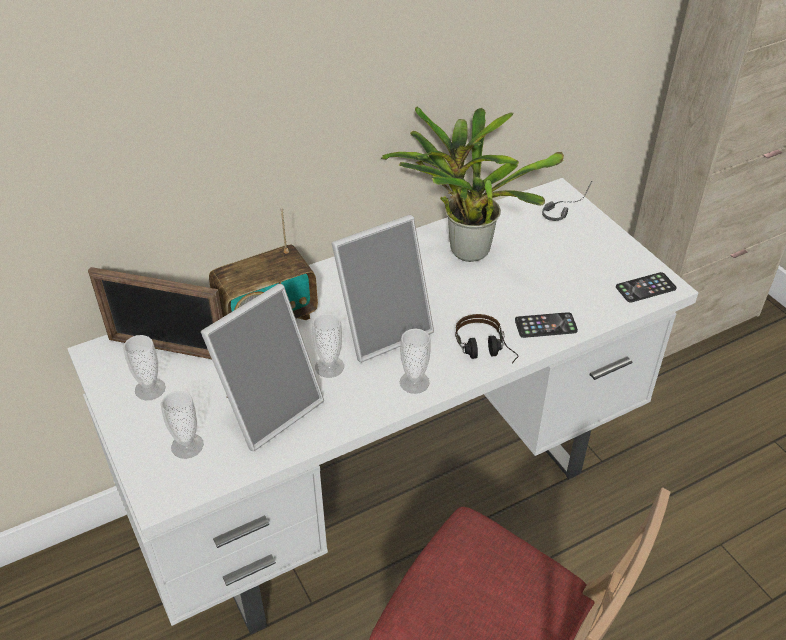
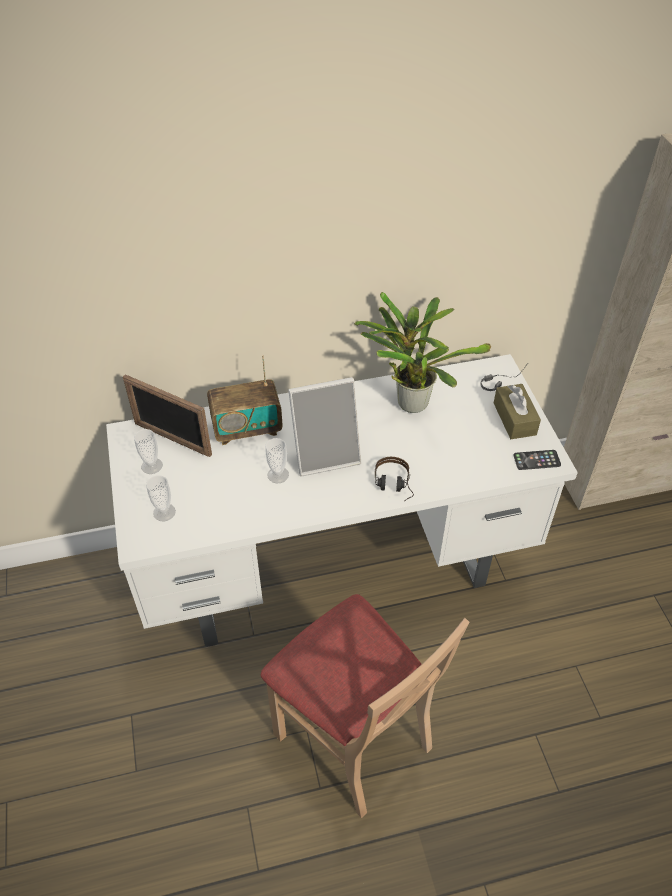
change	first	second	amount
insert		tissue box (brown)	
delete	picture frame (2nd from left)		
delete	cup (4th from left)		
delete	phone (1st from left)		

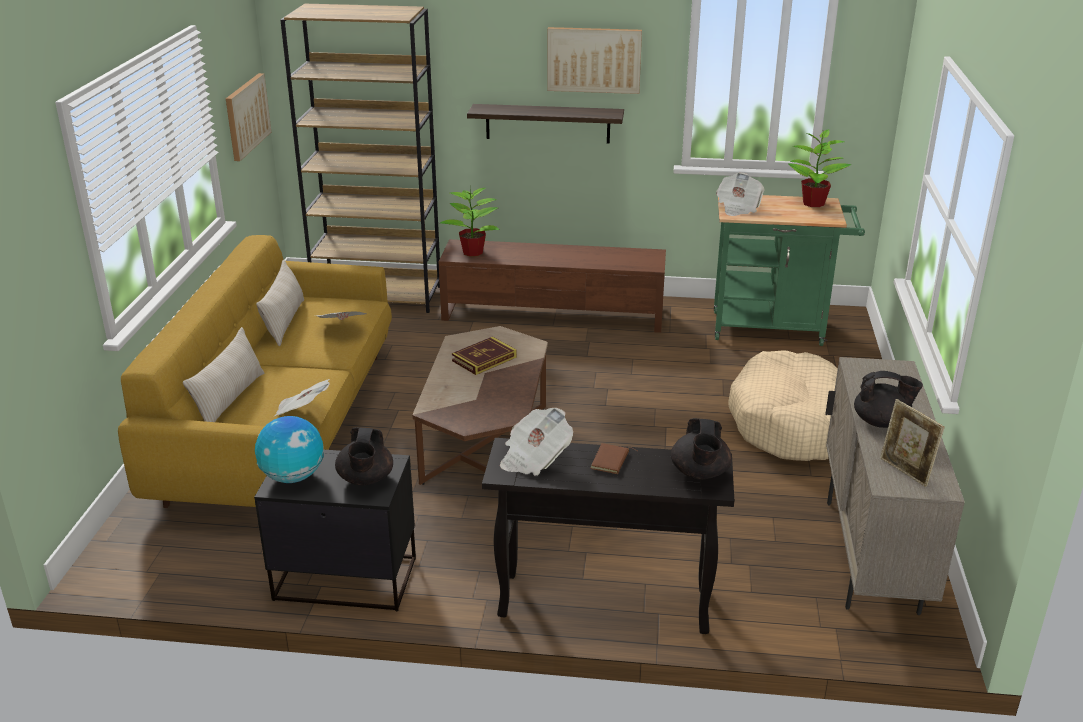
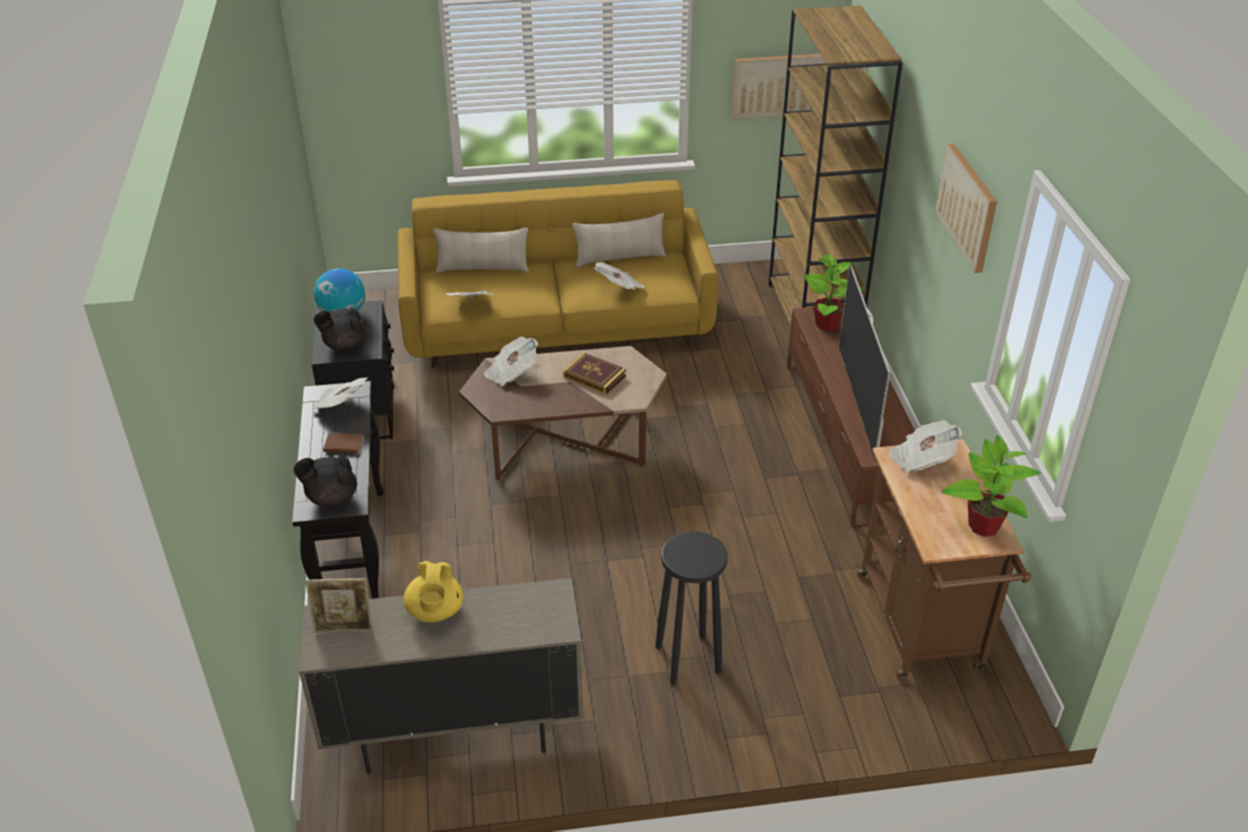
change	first	second	amount
rotate	picture frame		135 degrees counterclockwise
recolor	teapot (black) (3rd from left)	teapot (yellow)	
insert		newspaper (3rd from left)	
replace	dog bed (beige)	stool (black)	
insert		television	
recolor	cart (green)	cart (brown)	
delete	shelf		

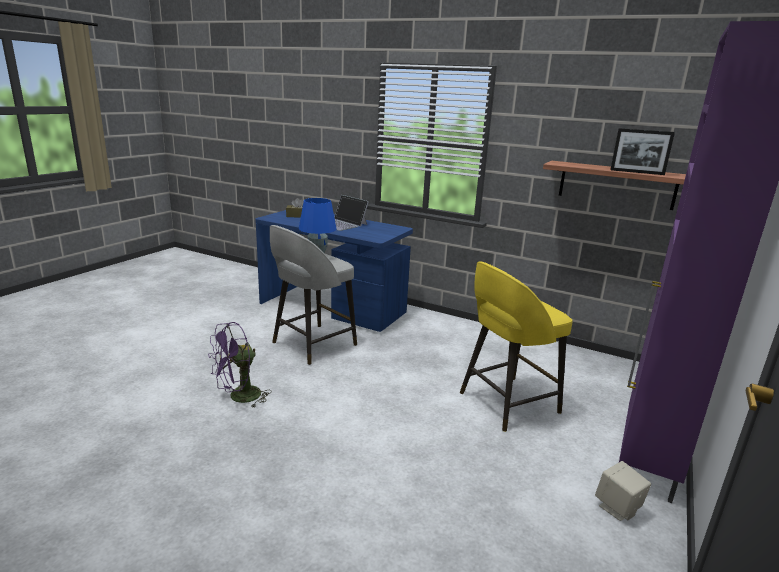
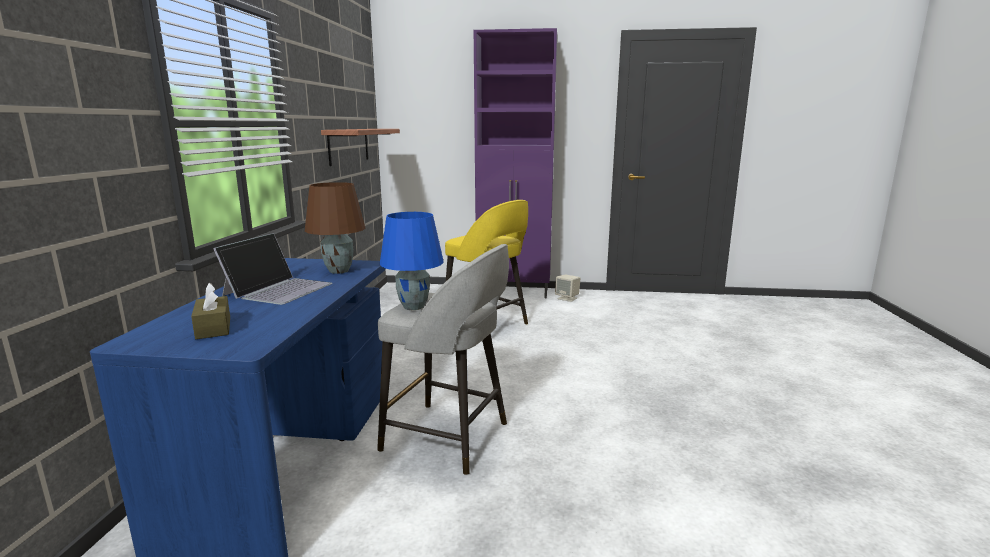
change	first	second	amount
insert		table lamp (brown)	
delete	fan (purple)		
delete	picture frame		

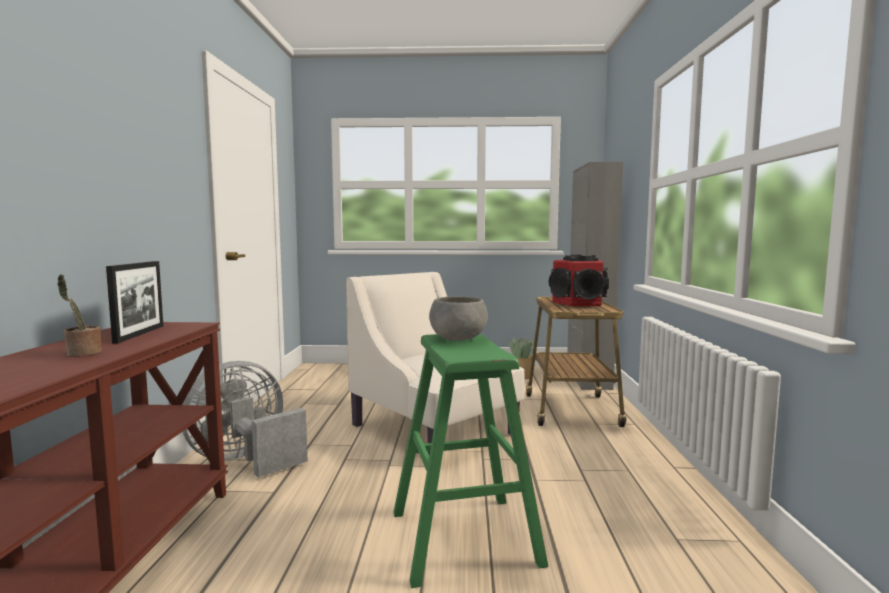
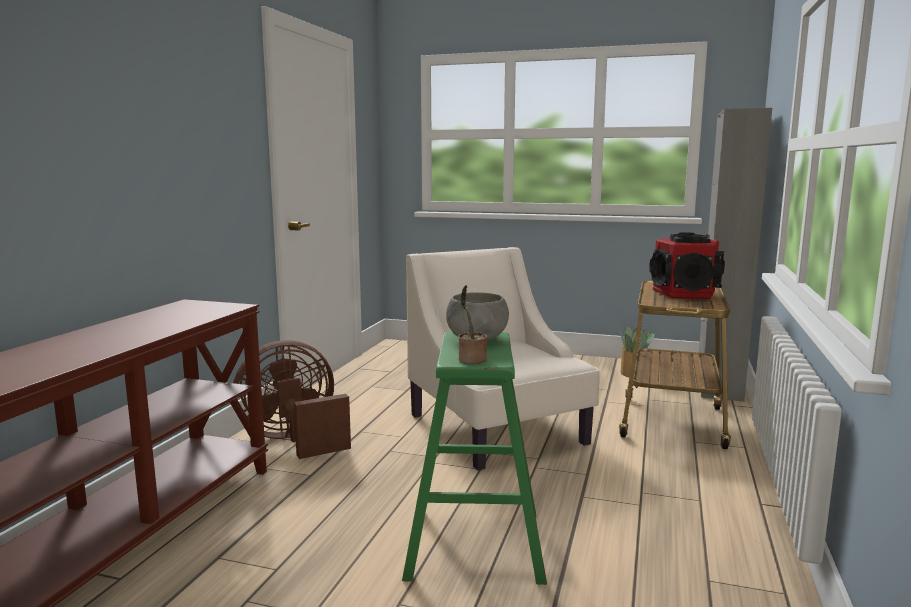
change	first	second	amount
recolor	fan (grey)	fan (brown)	
move	potted plant (1st from left)		
delete	picture frame		

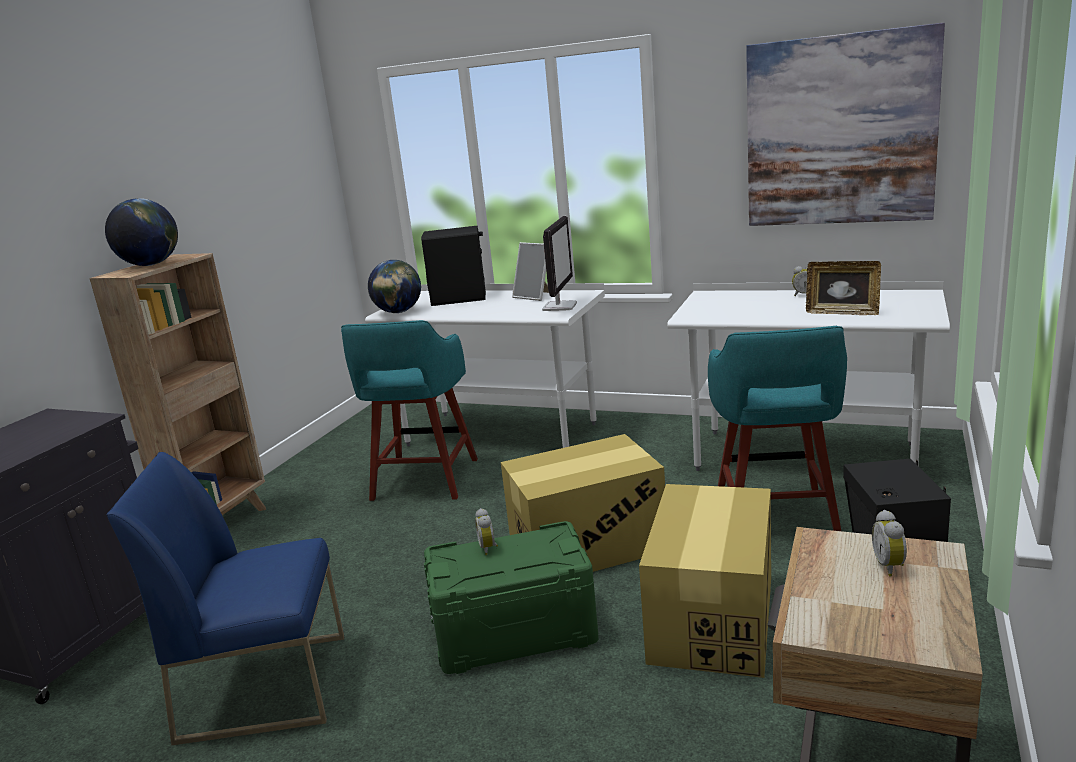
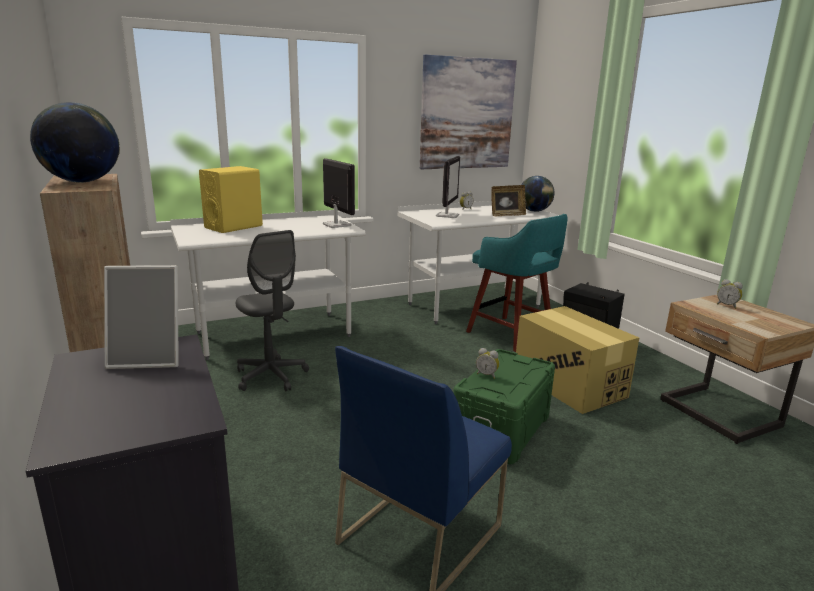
change	first	second	amount
move	picture frame (1st from left)		
recolor	speaker (black) (1st from left)	speaker (yellow)	
replace	stool (turquoise) (1st from left)	office chair (grey)	
insert		monitor (2nd from left)	
move	globe (2nd from left)		
delete	cardboard box (1st from left)		

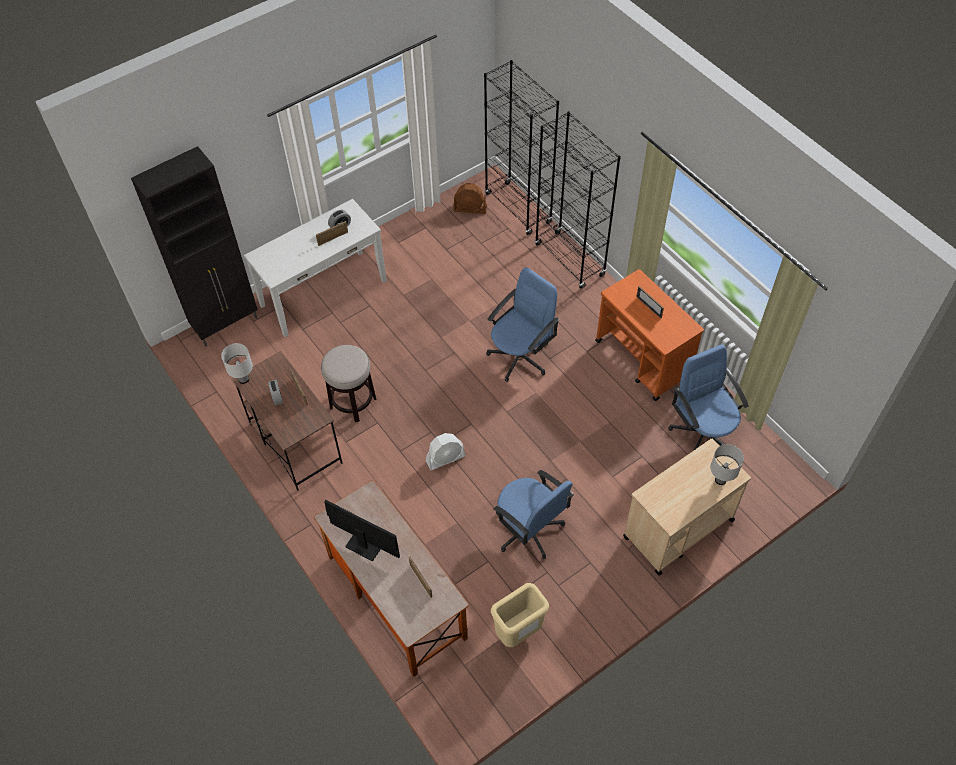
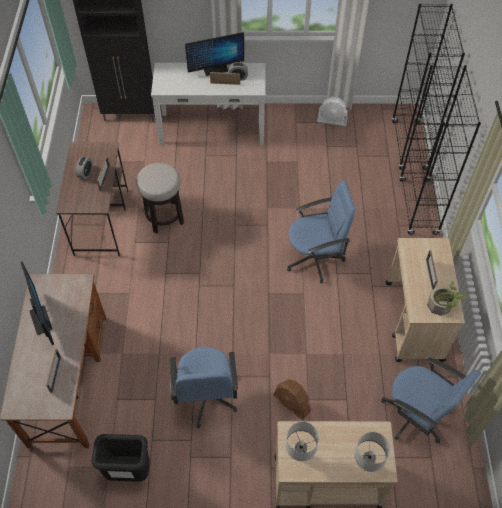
change	first	second	amount
recolor	trash can (beige)	trash can (black)	
insert		monitor (2nd from left)	
move	fan (brown)		
move	table lamp (white) (1st from left)		
move	fan (white)		
rotate	office chair (blue) (3rd from left)		120 degrees clockwise
recolor	cart (orange)	cart (beige) (2nd from left)	
insert		potted plant	

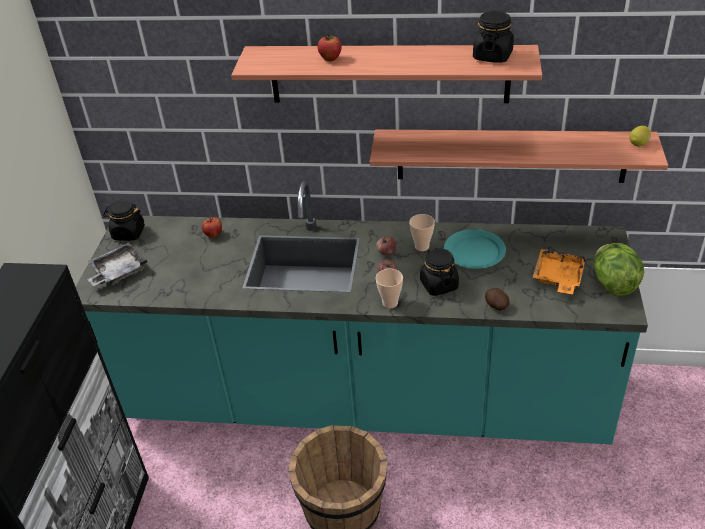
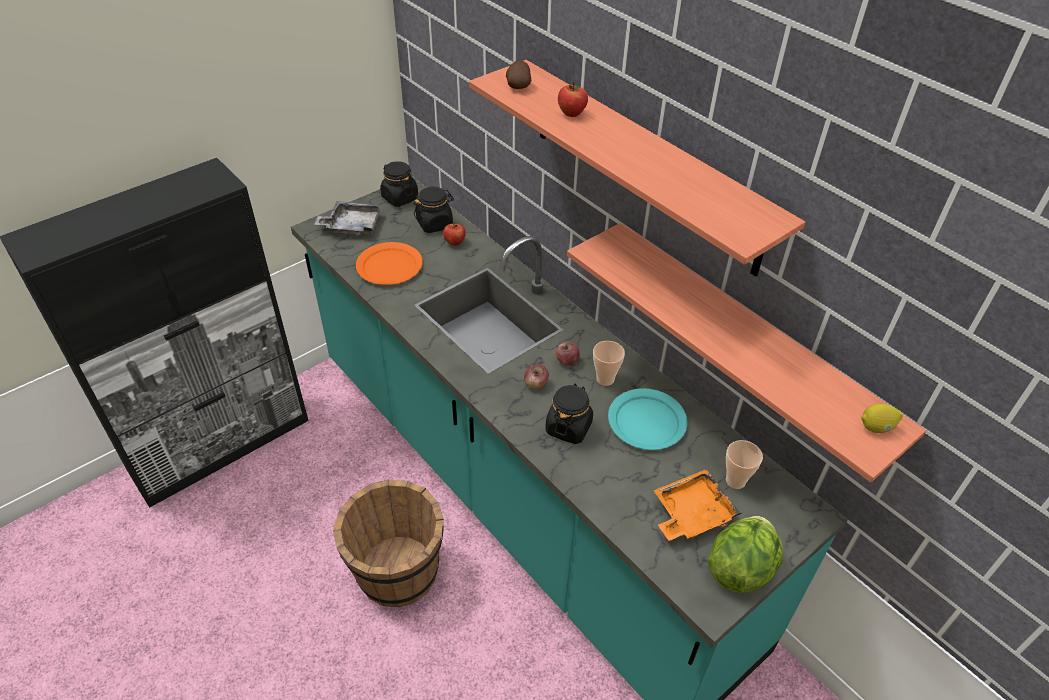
change	first	second	amount
insert		plate (orange)	
move	jar (black) (3rd from left in the first image)	jar (black) (2nd from left)	
move	potato		
move	cup (1st from left in the first image)	cup (2nd from left)	

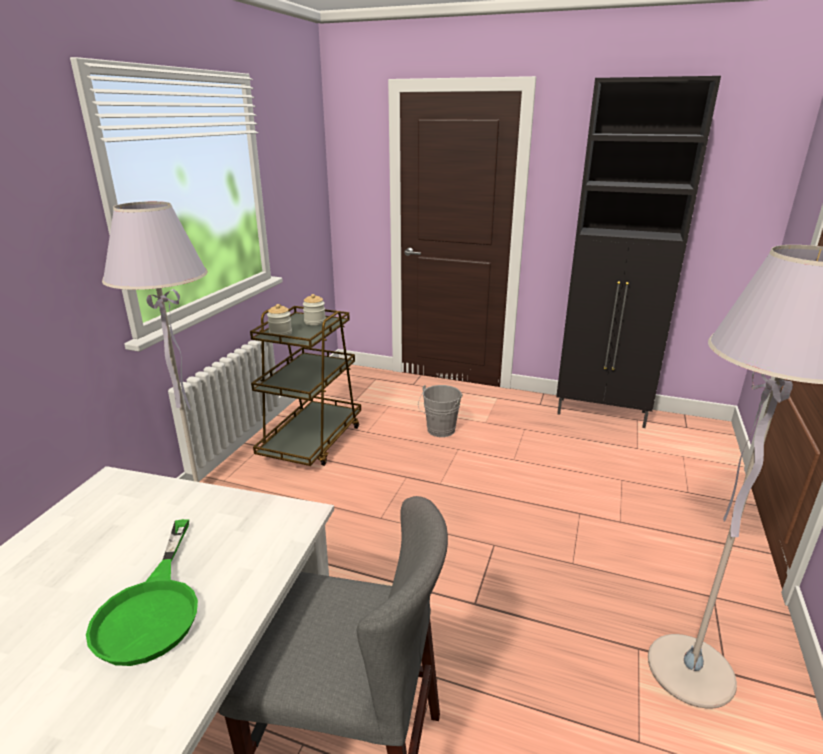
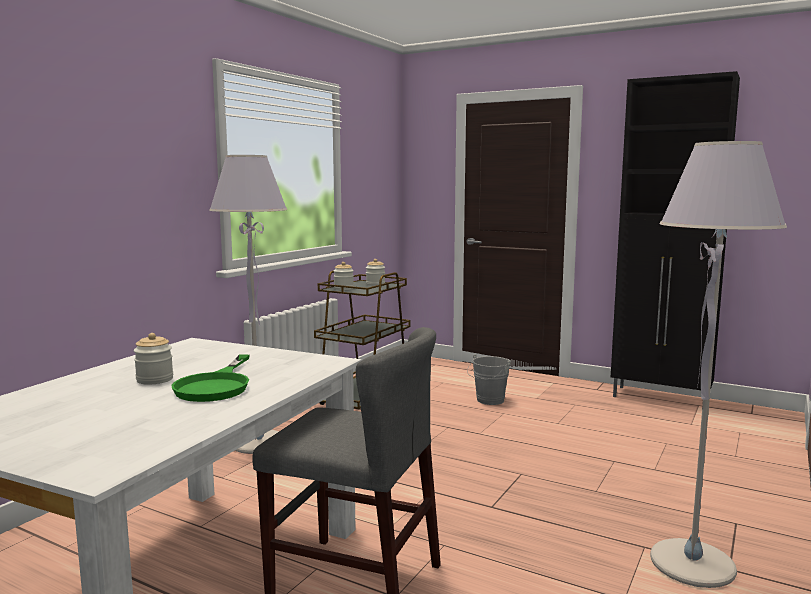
change	first	second	amount
insert		jar (1st from left)	

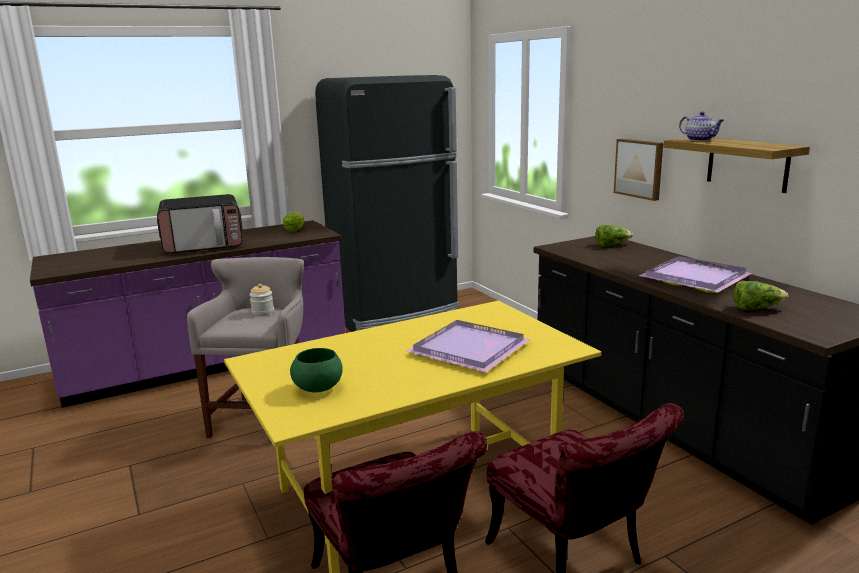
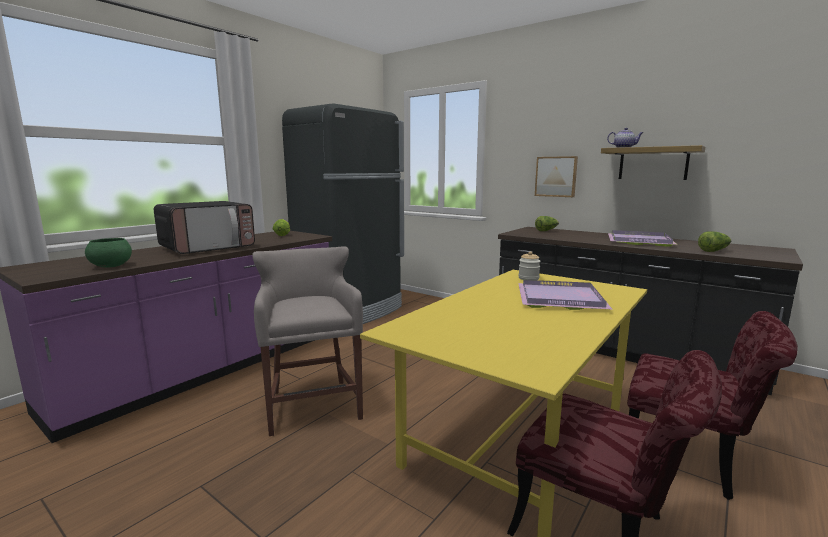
change	first	second	amount
move	bowl (green)		
move	jar		

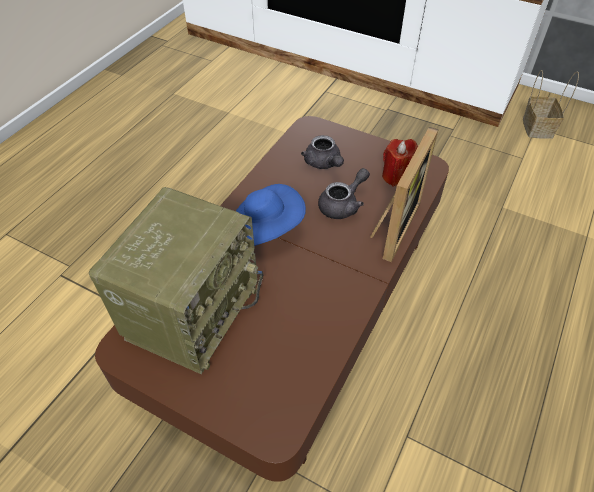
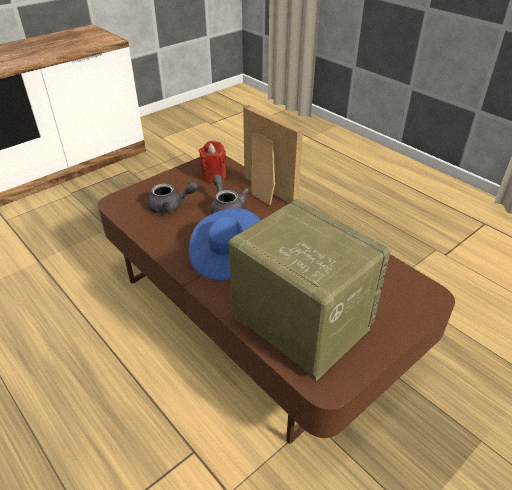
change	first	second	amount
delete	basket		

